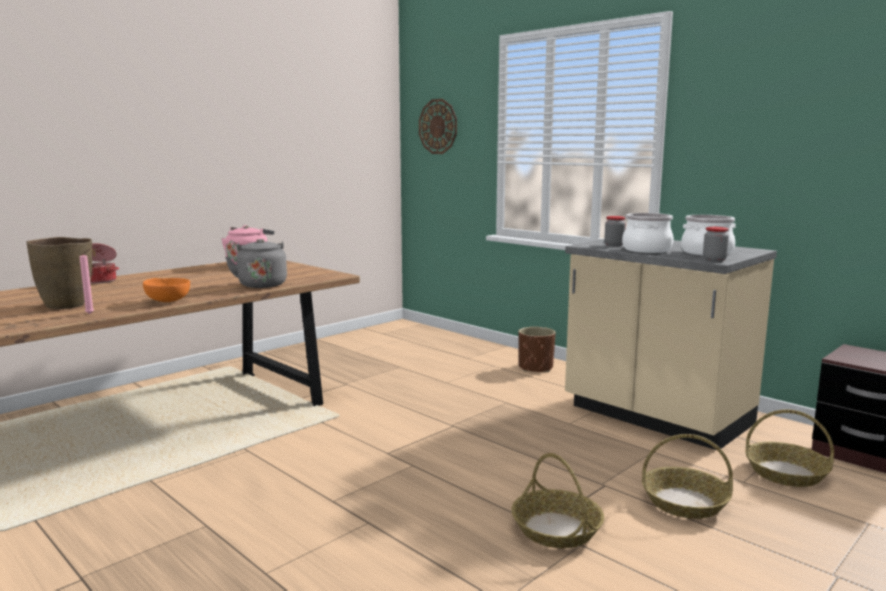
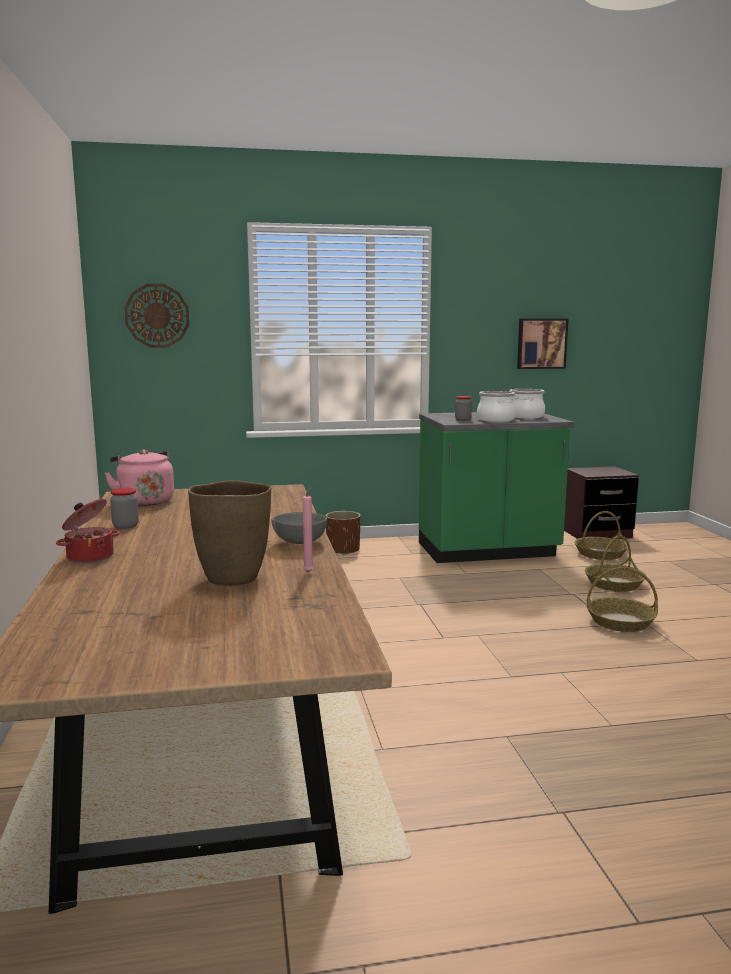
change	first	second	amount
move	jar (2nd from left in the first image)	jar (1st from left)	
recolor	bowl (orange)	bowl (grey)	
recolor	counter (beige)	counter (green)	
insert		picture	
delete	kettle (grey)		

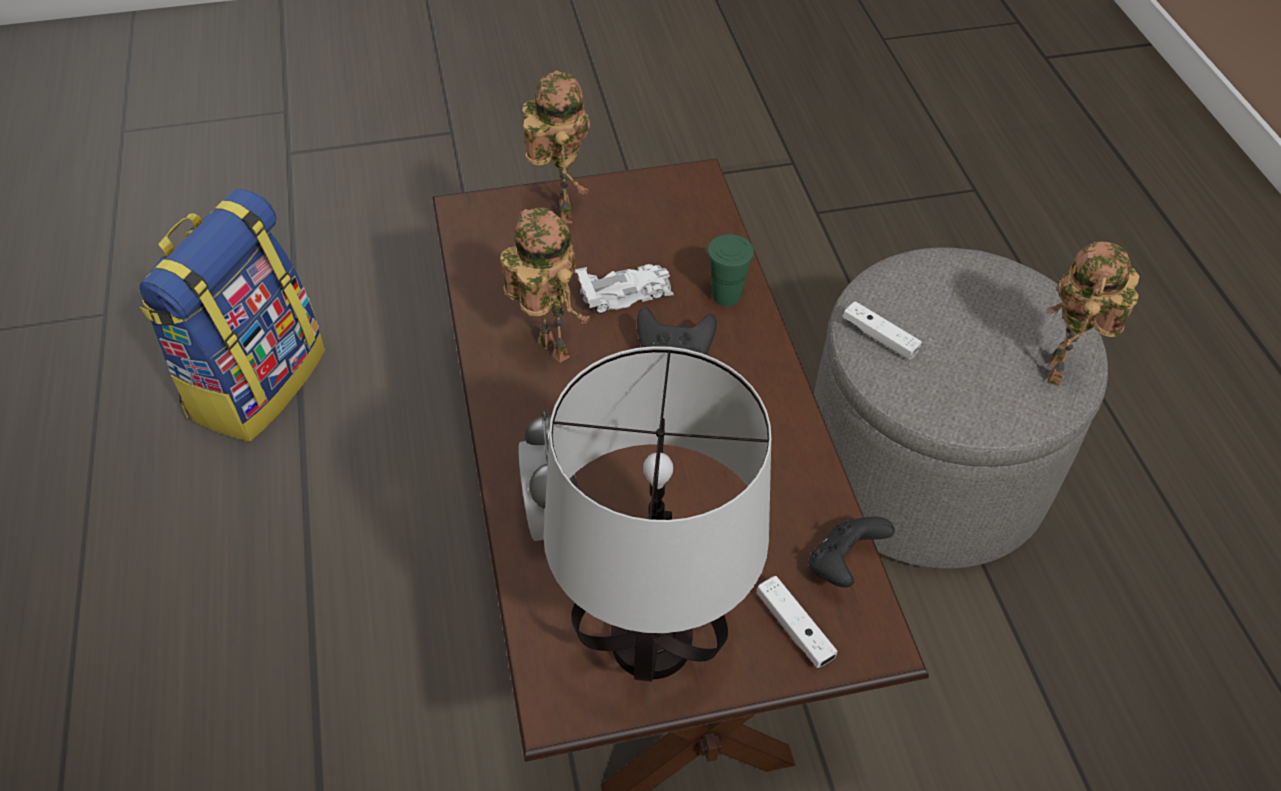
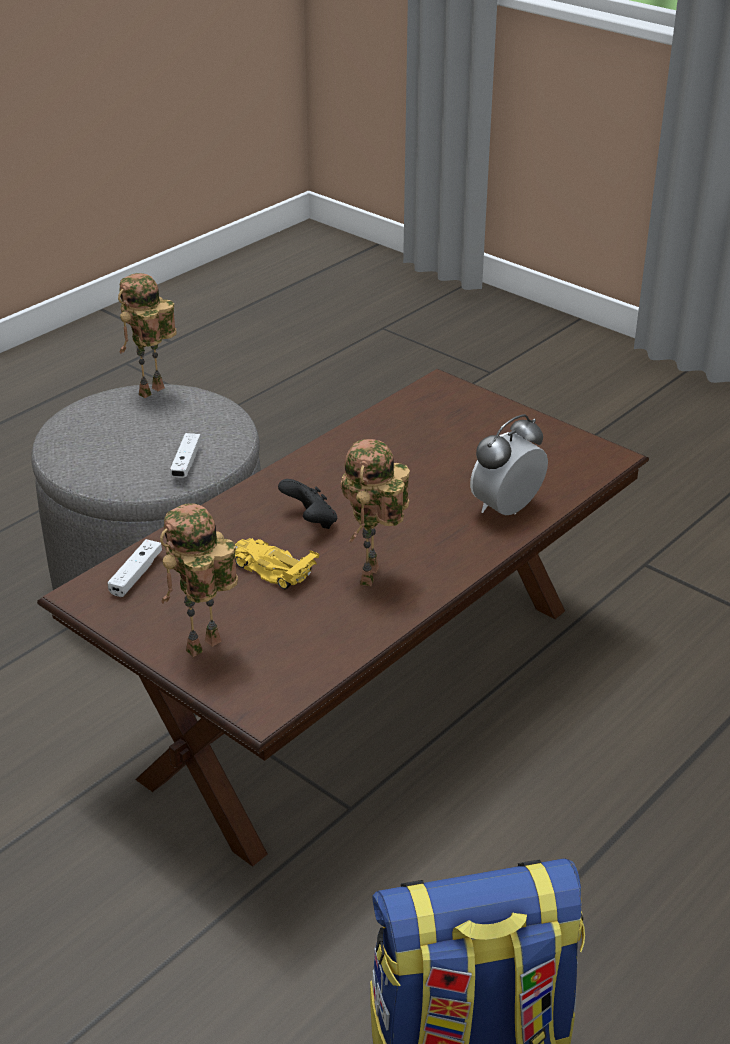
change	first	second	amount
move	game controller (white) (1st from left)		
rotate	toy robot (3rd from left in the first image)	toy robot (1st from left)	150 degrees clockwise
recolor	toy car (white)	toy car (yellow)	
delete	table lamp		
delete	cup (green)		
delete	game controller (black) (2nd from left)		

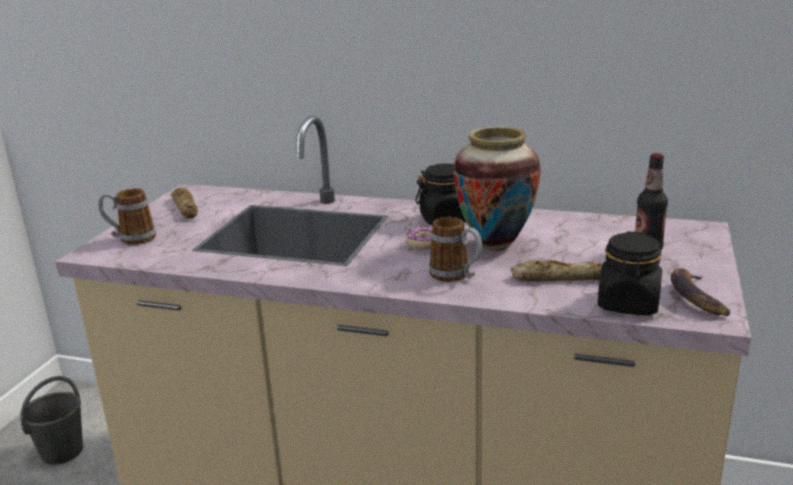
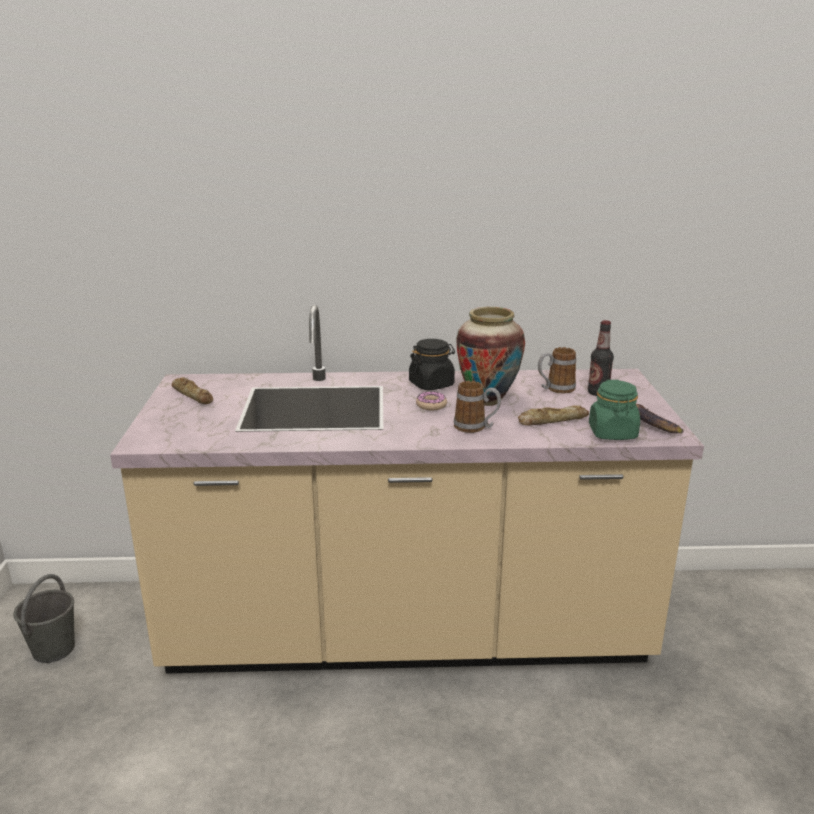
change	first	second	amount
move	mug (1st from left in the first image)	mug (2nd from left)	
recolor	jar (black) (2nd from left)	jar (green)	

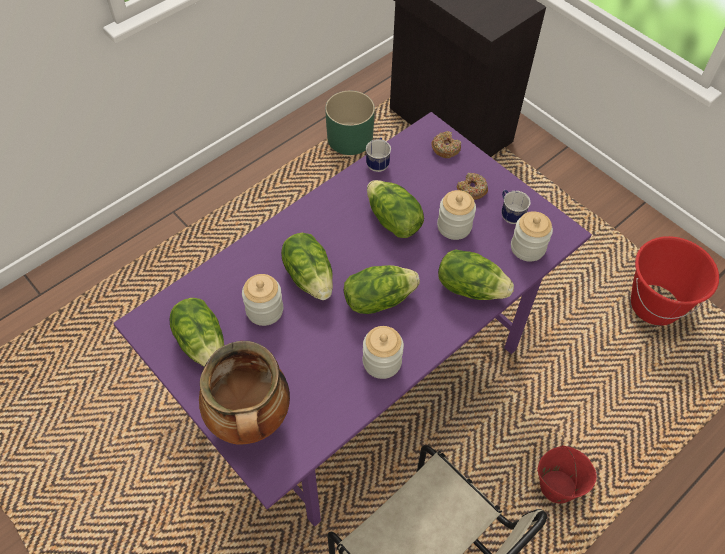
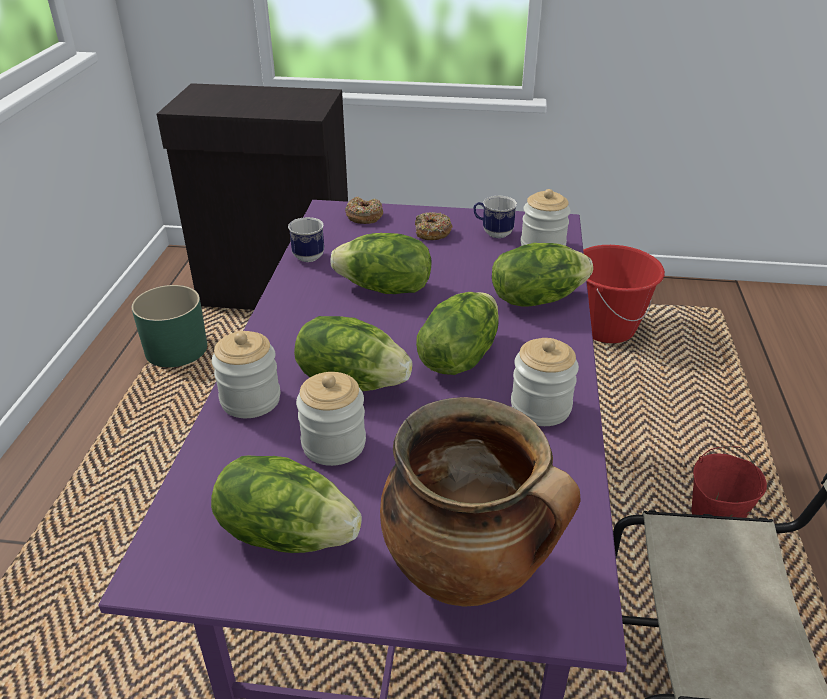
change	first	second	amount
move	jar (3rd from left in the first image)	jar (1st from left)	

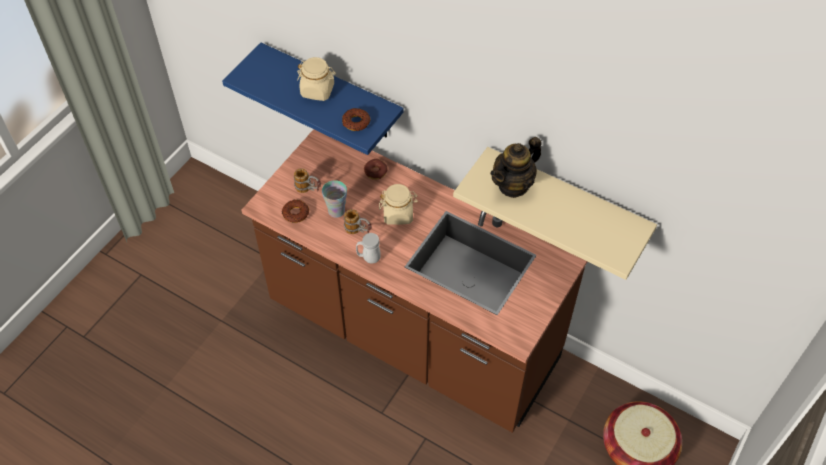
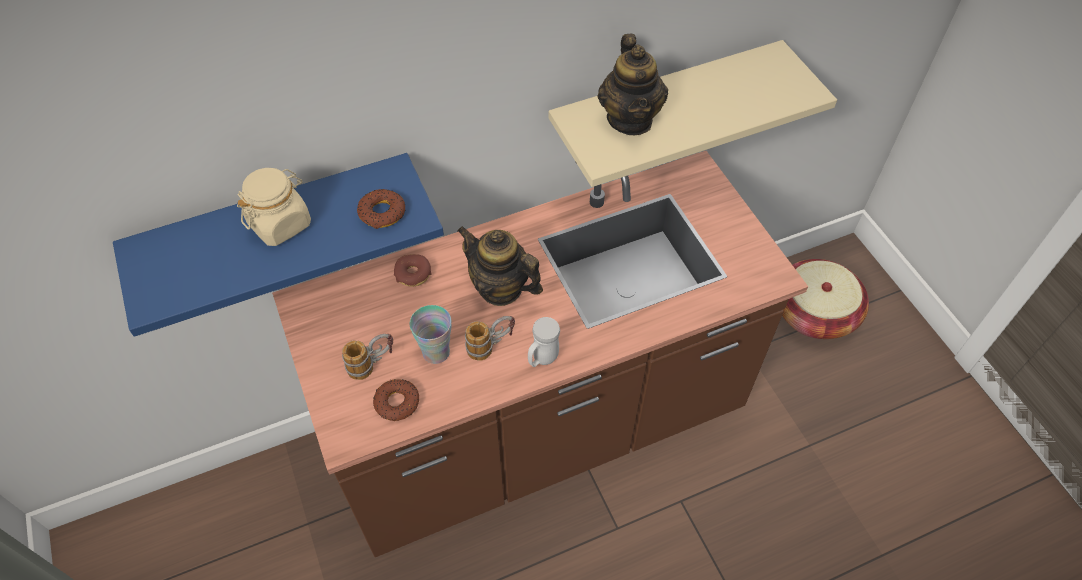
change	first	second	amount
replace	jar (beige) (2nd from left)	teapot (1st from left)	

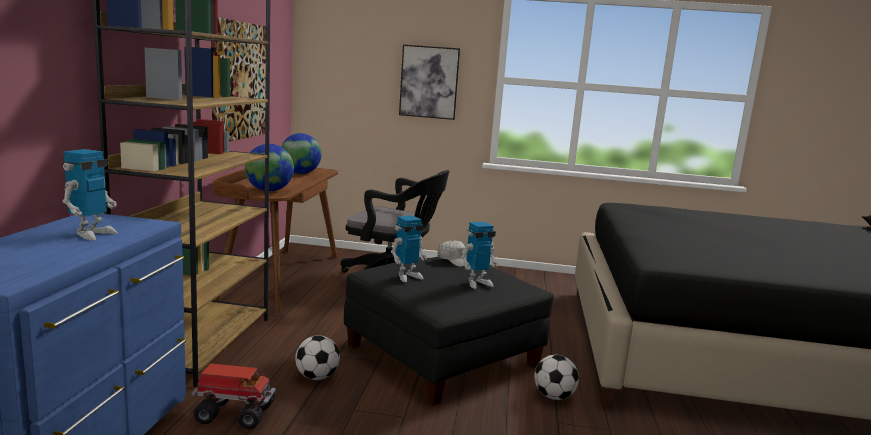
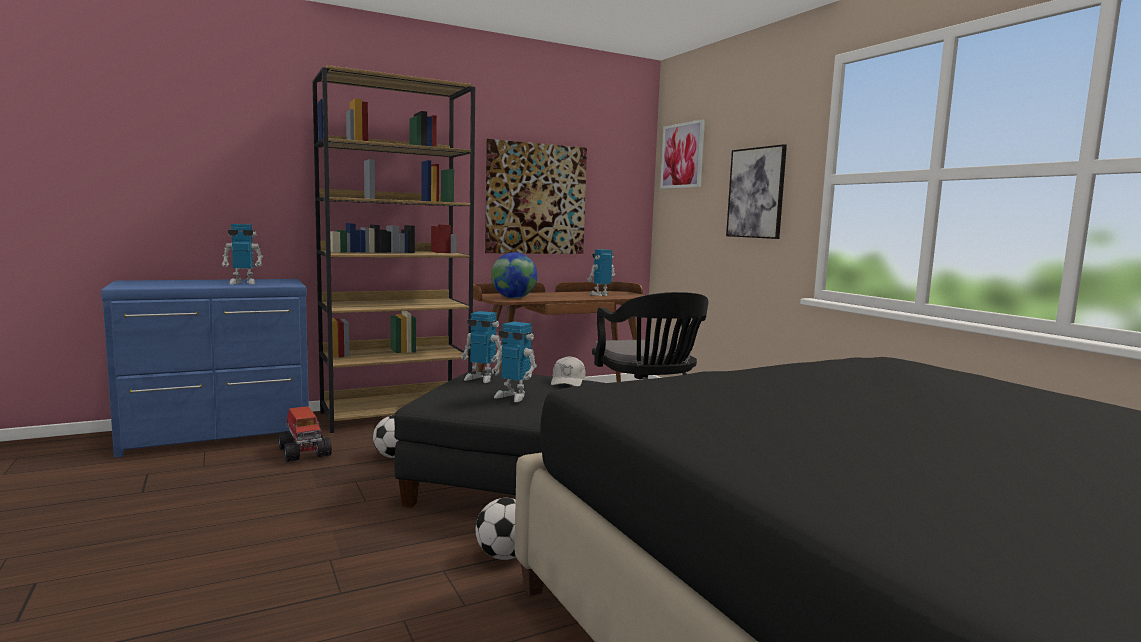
change	first	second	amount
replace	globe (2nd from left)	toy robot (4th from left)	
insert		picture (2nd from left)	

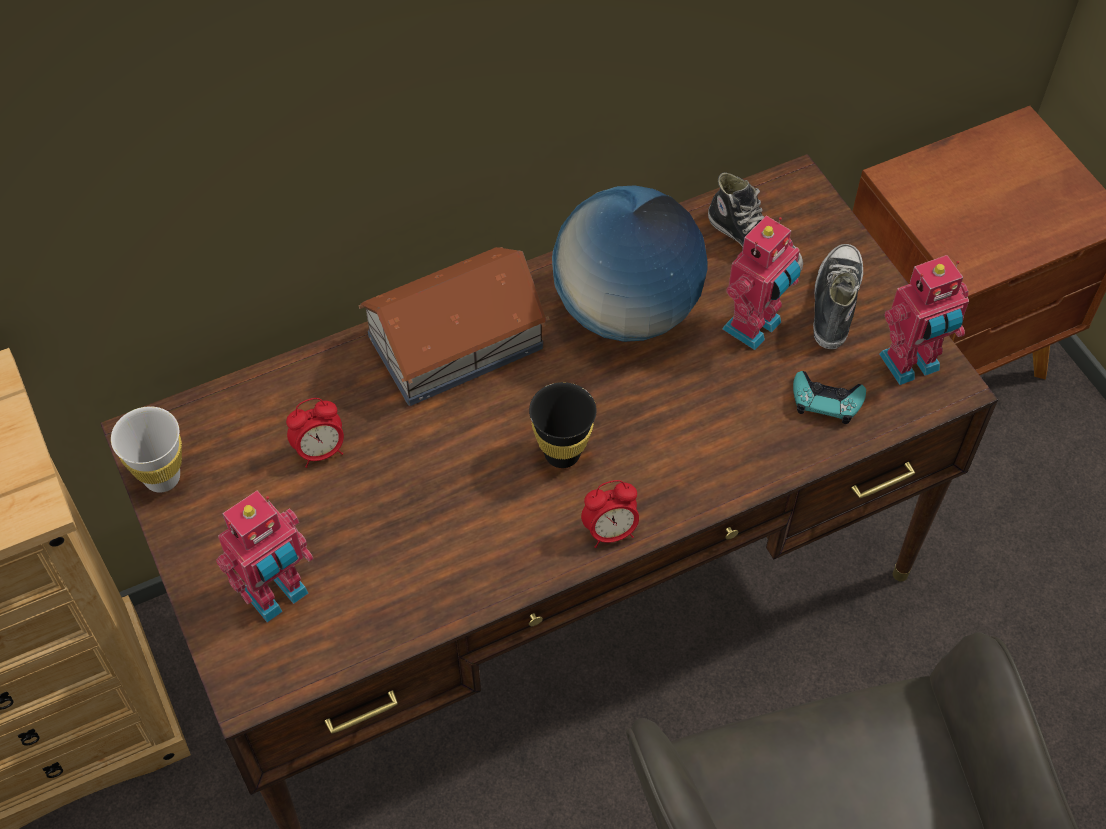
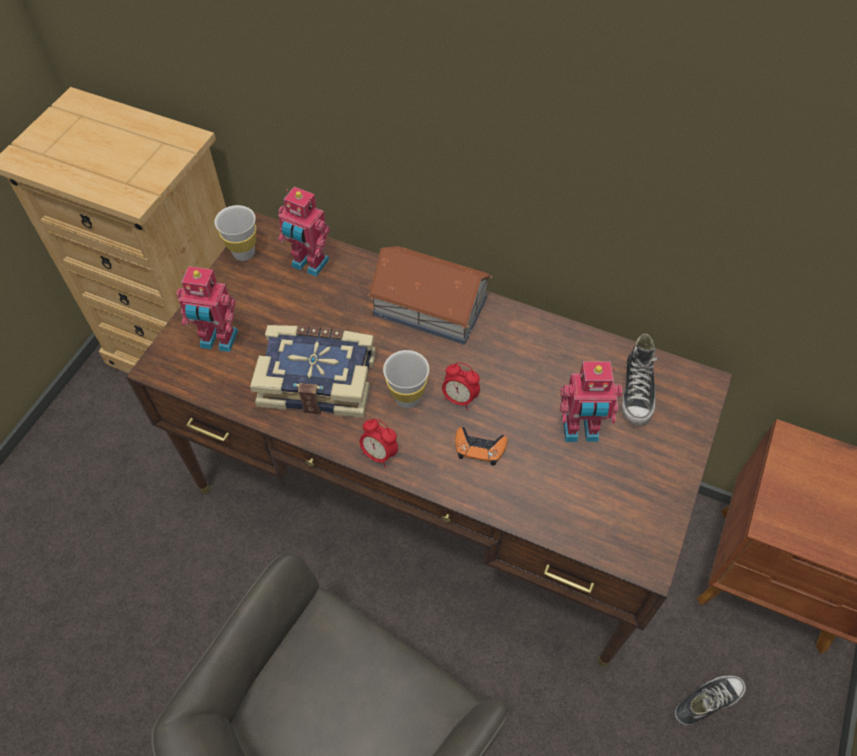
change	first	second	amount
insert		book	
move	toy robot (3rd from left in the first image)	toy robot (2nd from left)	
recolor	cup (black)	cup (white) (2nd from left)	
move	alarm clock (1st from left in the first image)	alarm clock (2nd from left)	
insert		game controller (orange)	
move	shoe (2nd from left)		
delete	globe		
delete	game controller (turquoise)		

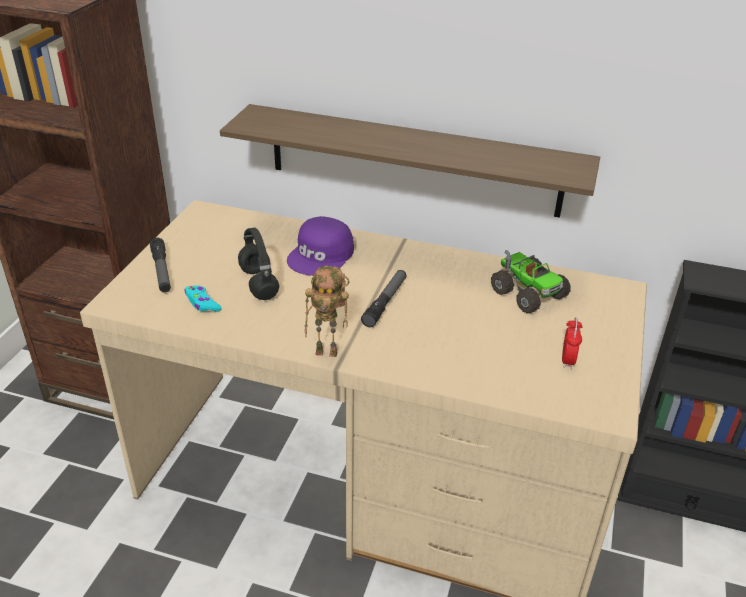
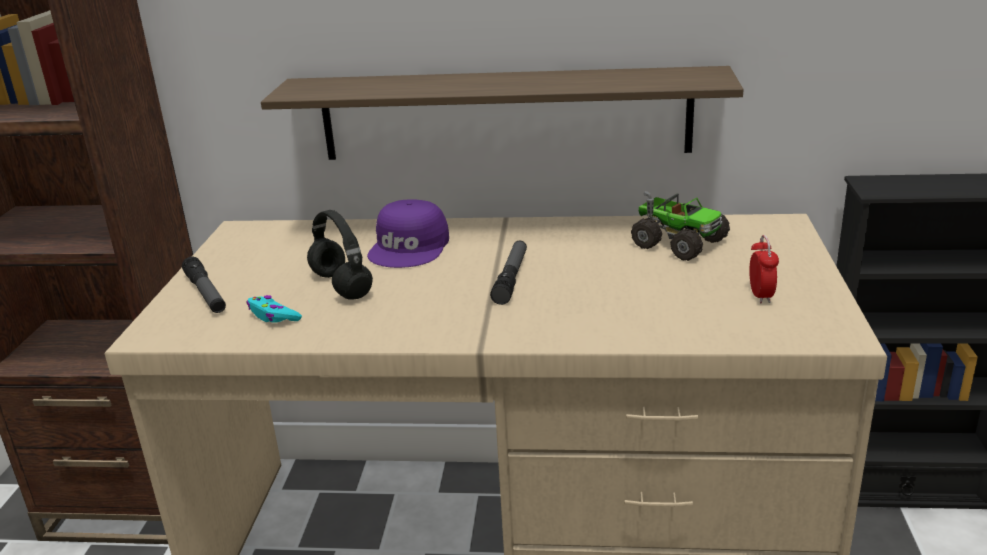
change	first	second	amount
delete	toy robot		

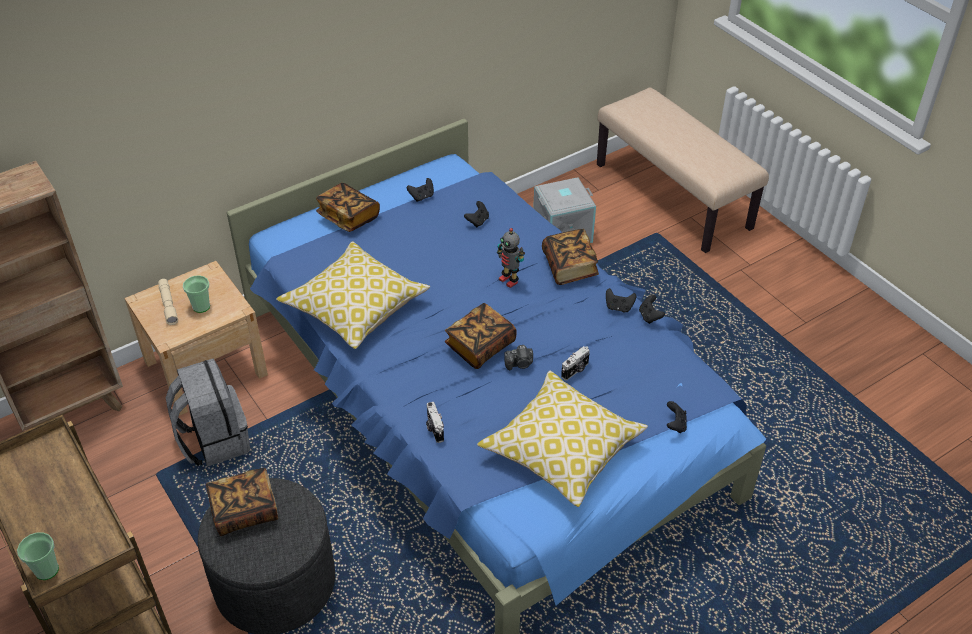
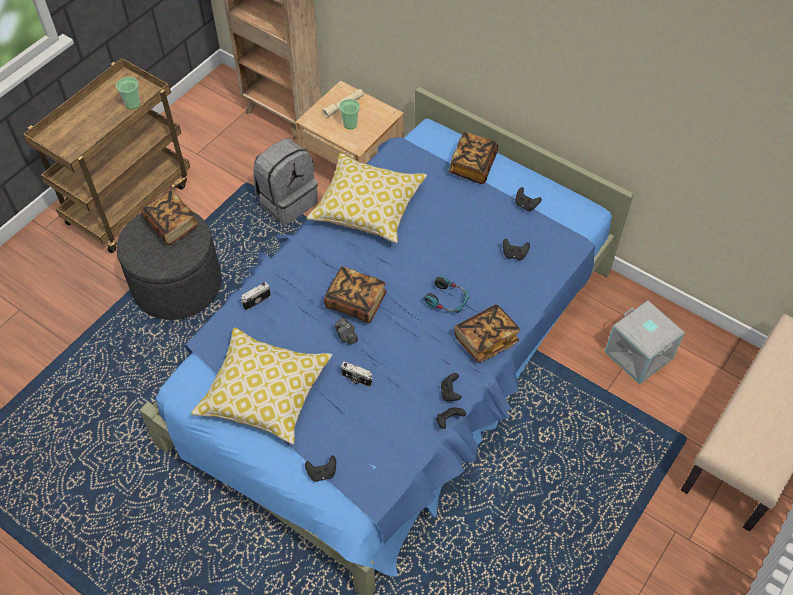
change	first	second	amount
move	cup (1st from left)		
replace	toy robot	headphones	

